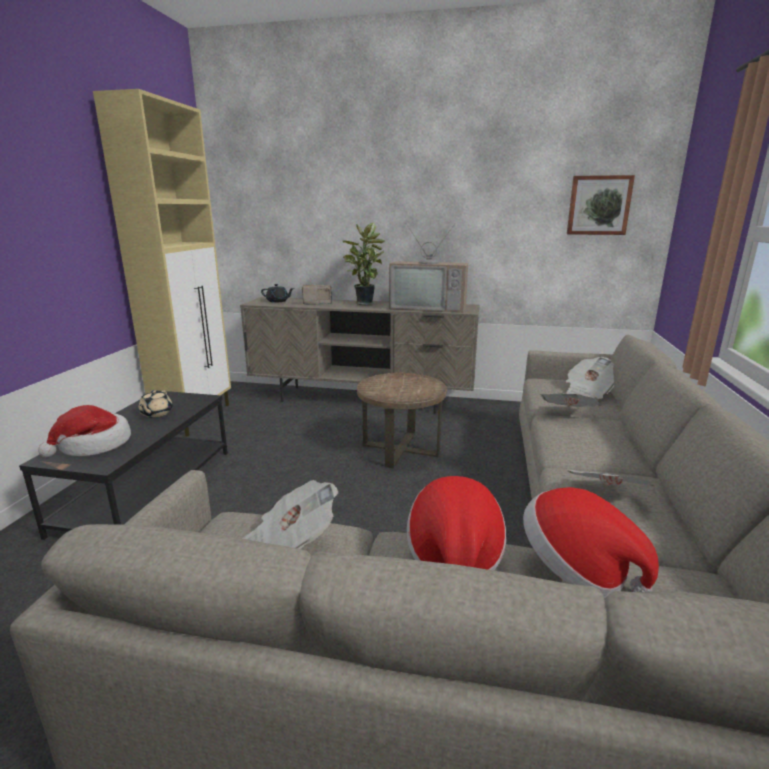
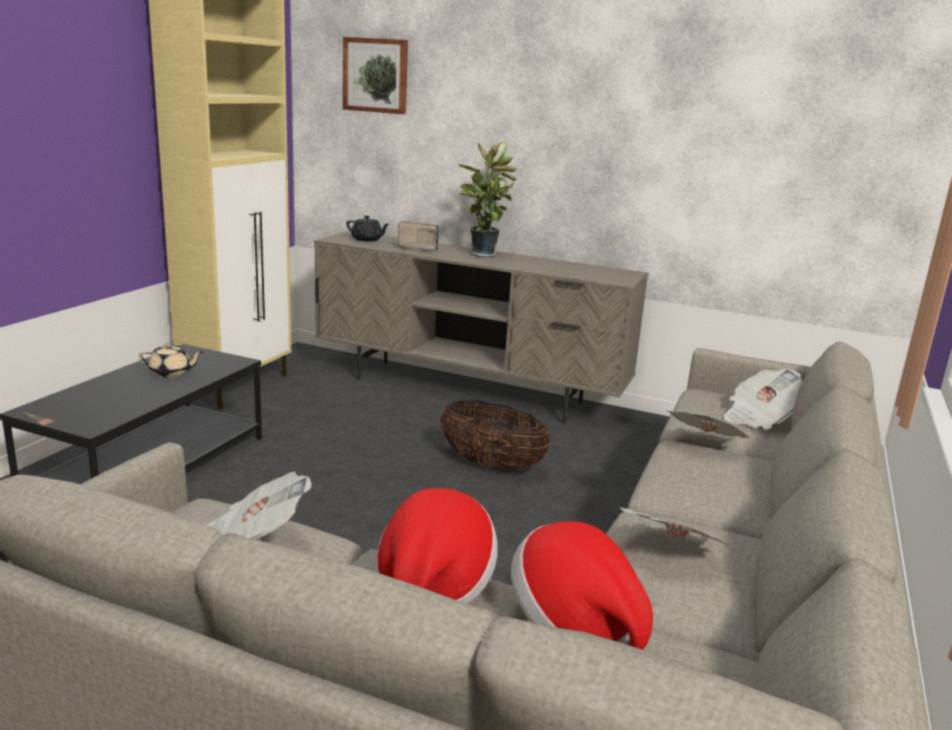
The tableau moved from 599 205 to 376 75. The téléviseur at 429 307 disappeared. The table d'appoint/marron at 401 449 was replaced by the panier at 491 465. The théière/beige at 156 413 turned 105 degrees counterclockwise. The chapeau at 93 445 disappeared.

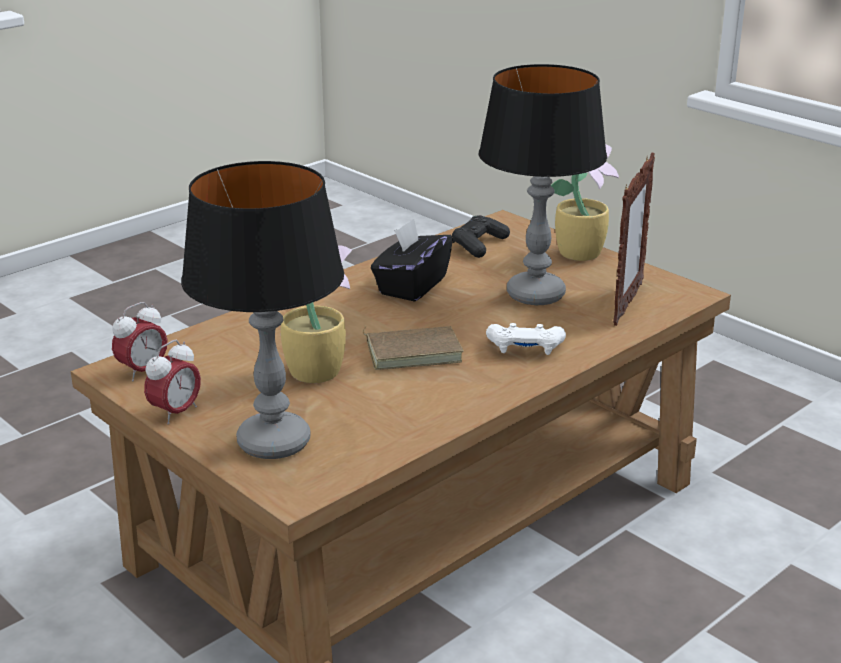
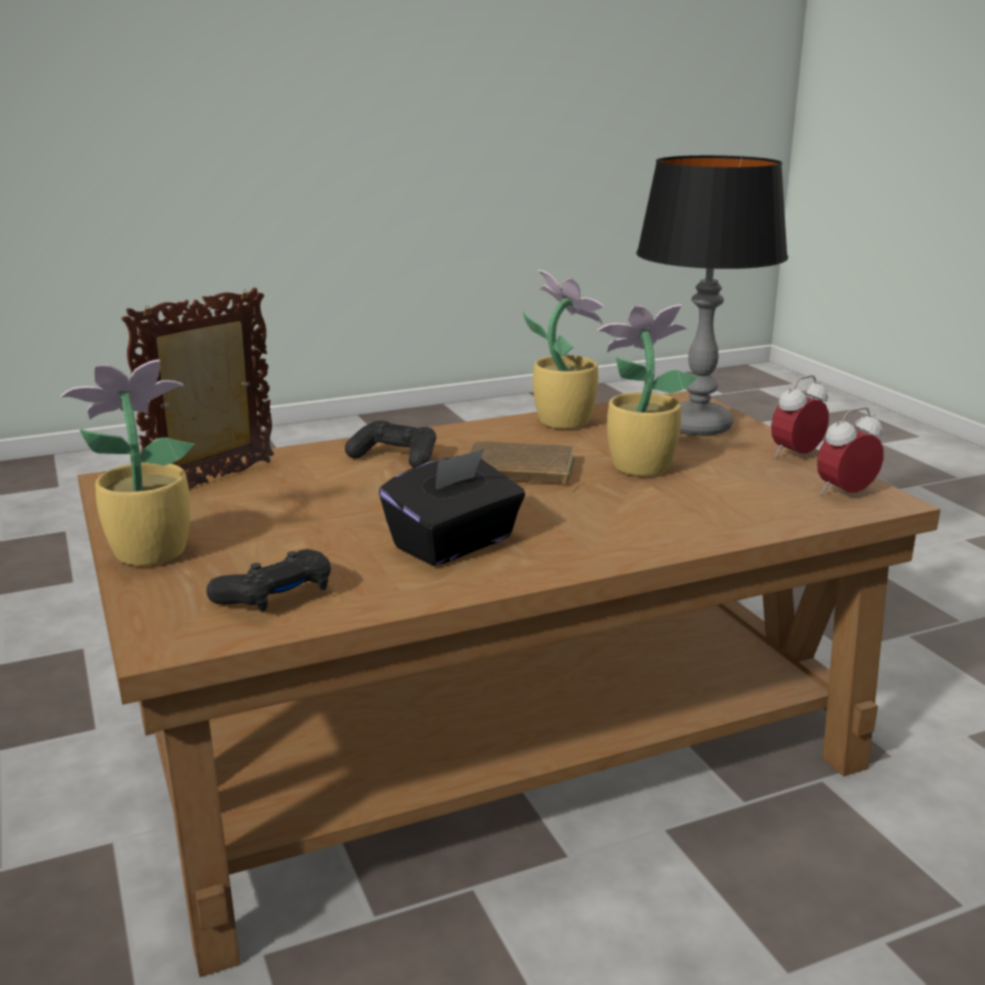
The lampe de table at 535 294 disappeared. The manette/blanc at 525 348 became the manette/noir at 395 457. The plante en pot at 563 421 appeared.

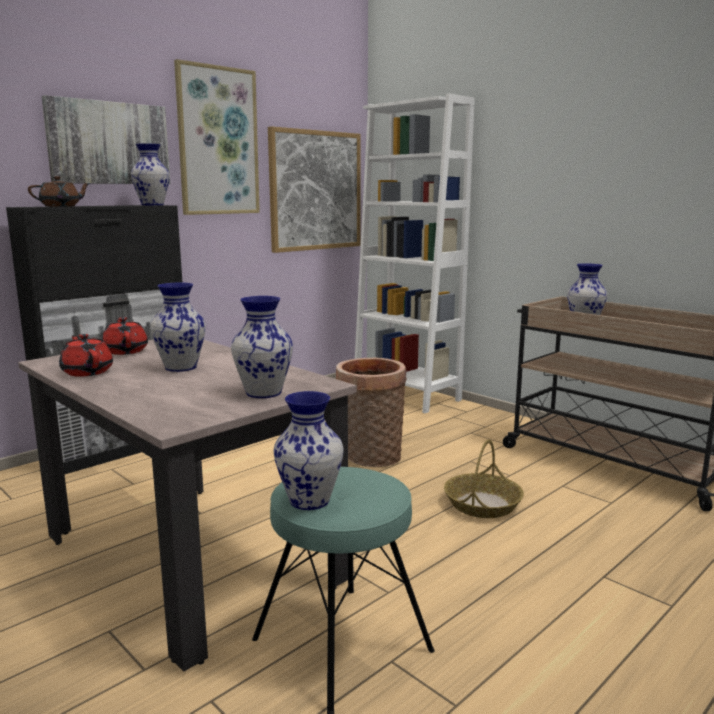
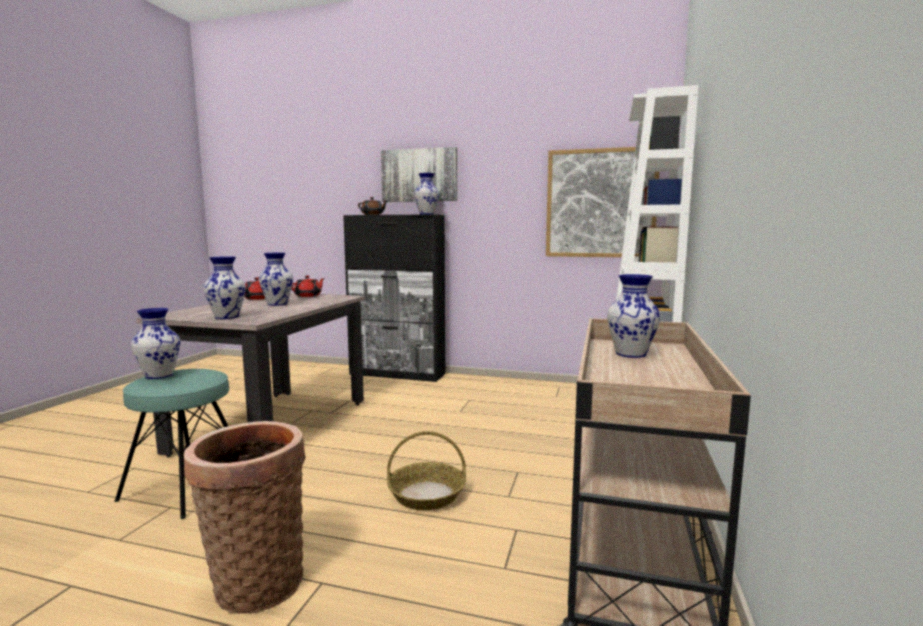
The tableau at 218 141 disappeared. The panier moved from 370 458 to 255 581.

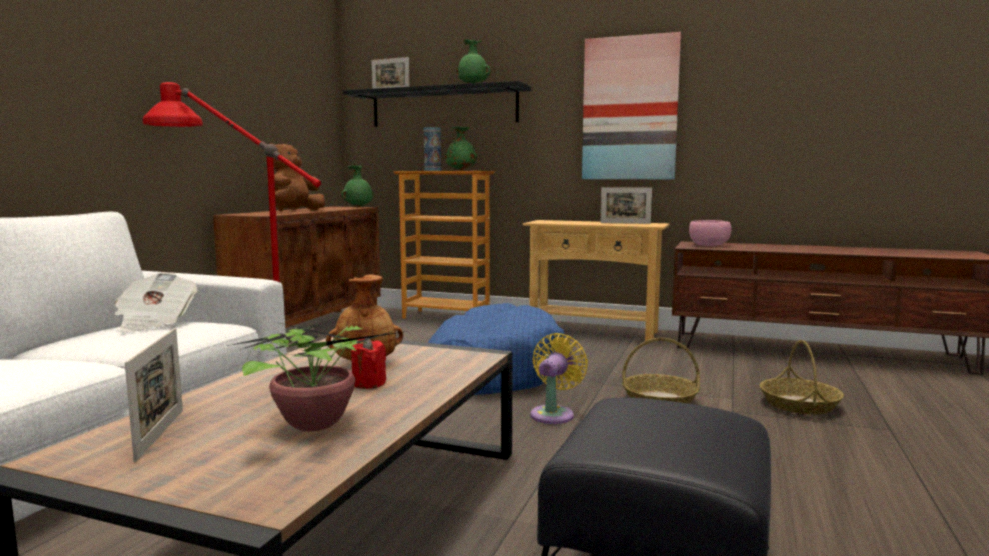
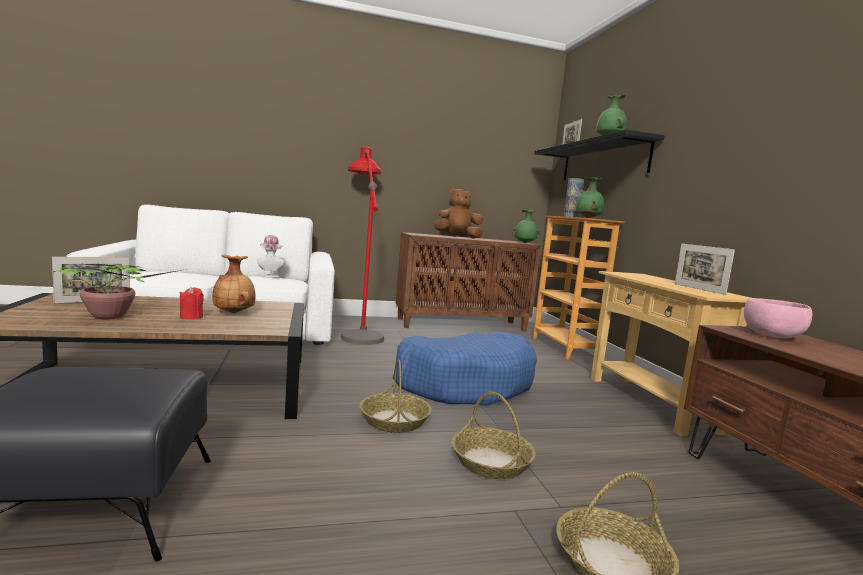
The tableau at 630 109 disappeared. The journal at 155 322 was replaced by the chapeau at 270 276. The ventilateur/jaune at 554 414 was replaced by the panier at 394 420.

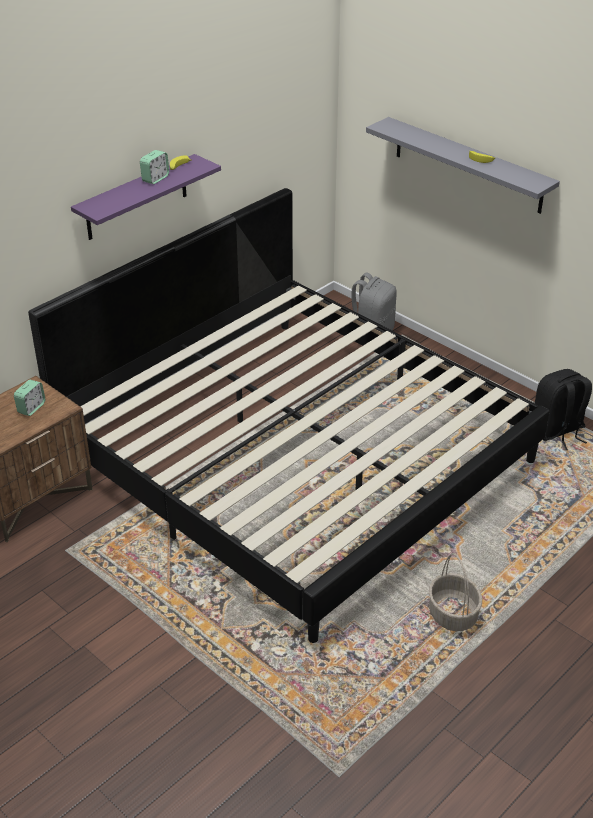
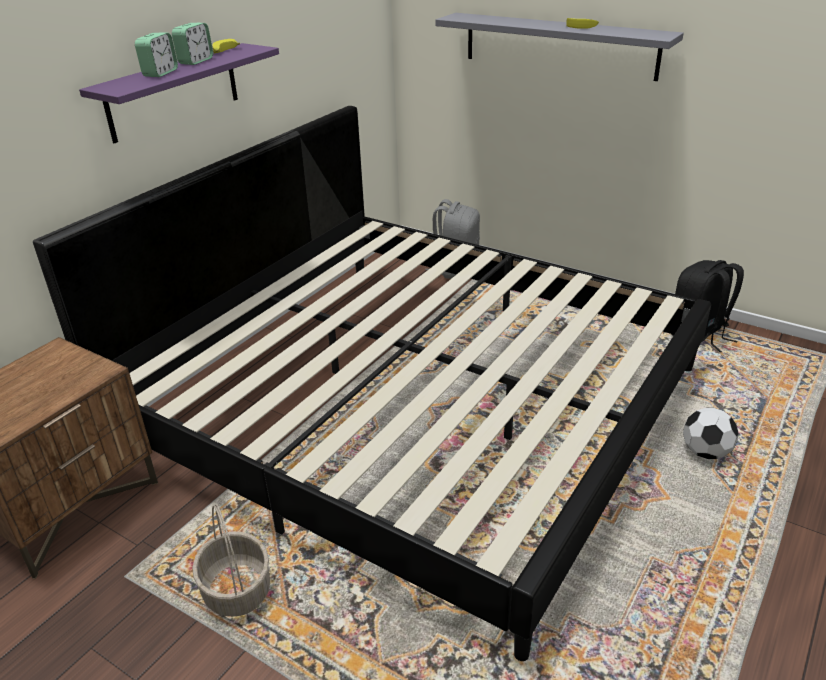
The réveil moved from 31 408 to 160 73. The panier moved from 452 614 to 236 590. The ballon de foot at 705 452 appeared.

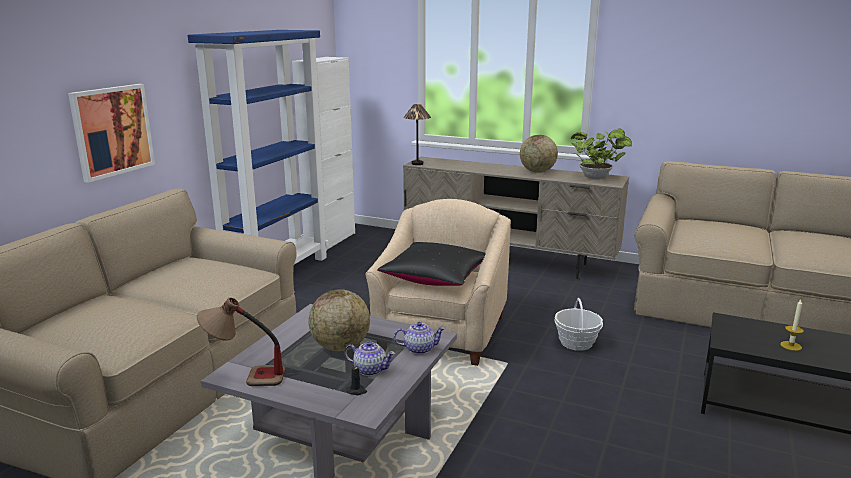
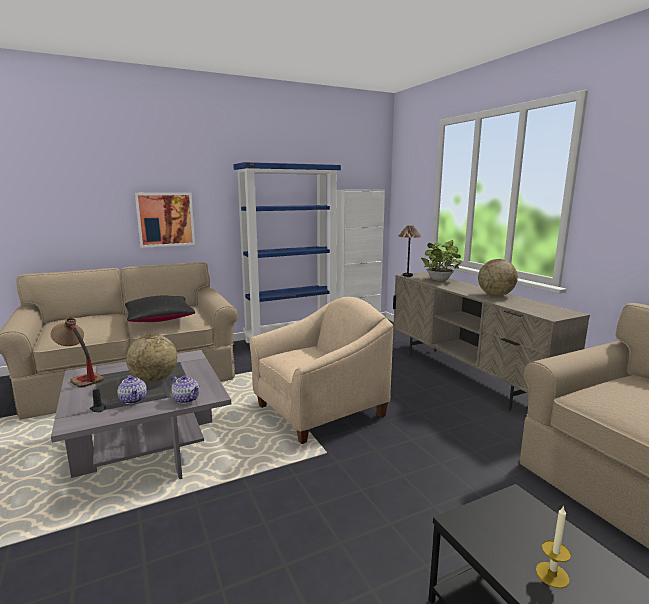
The plante en pot moved from 597 178 to 440 280. The coussin/noir moved from 435 277 to 159 319. The panier at 576 343 disappeared.

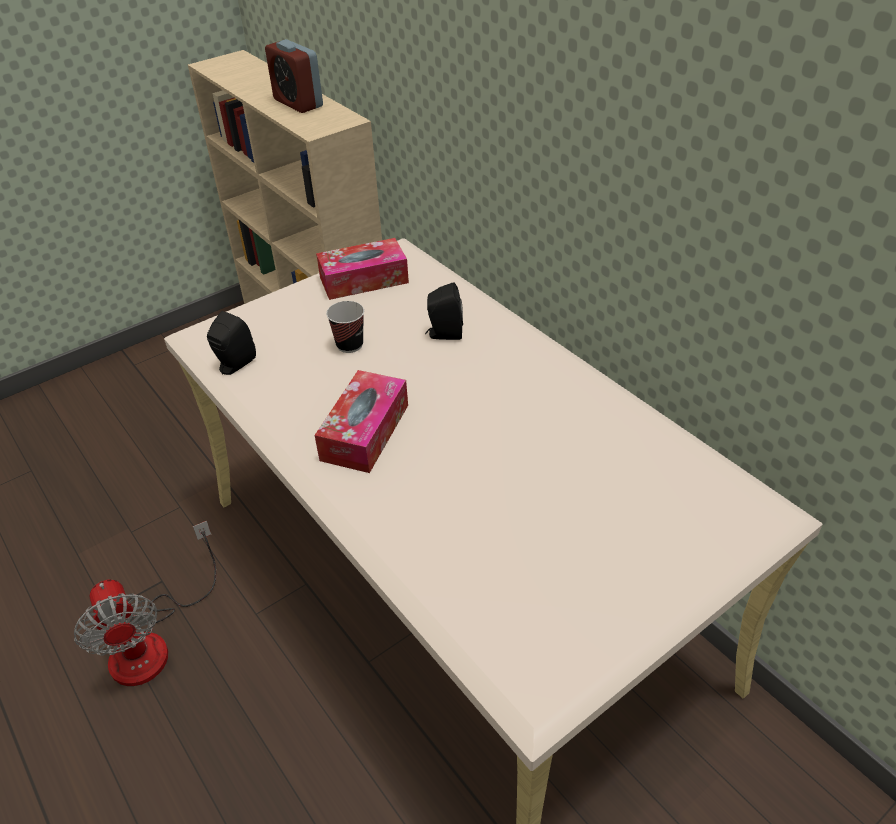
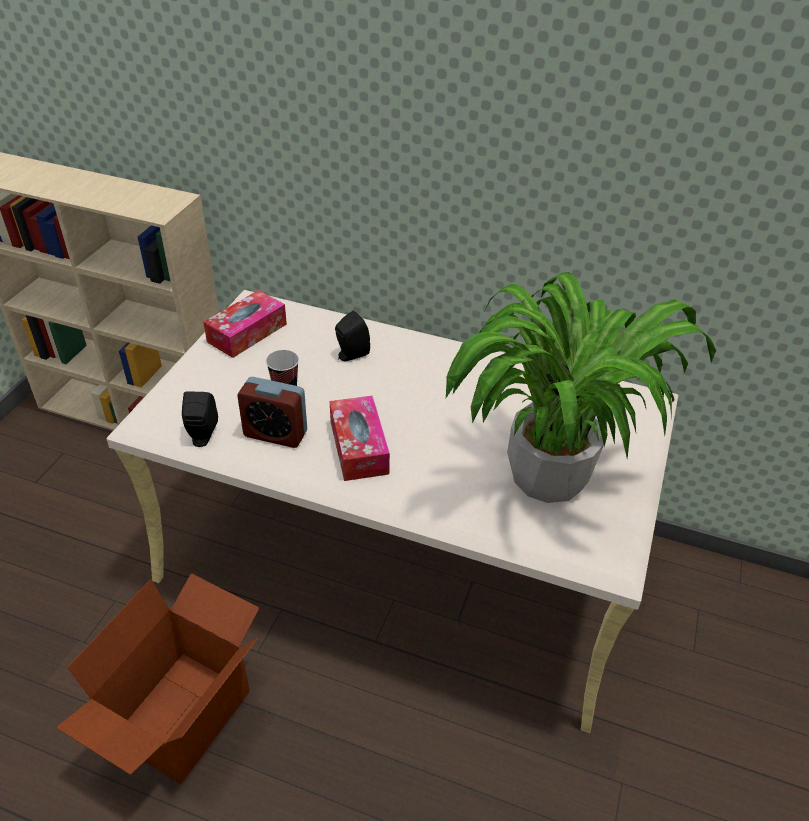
The réveil moved from 298 103 to 275 434. The ventilateur at 153 641 was replaced by the carton at 183 716. The plante en pot at 549 475 appeared.

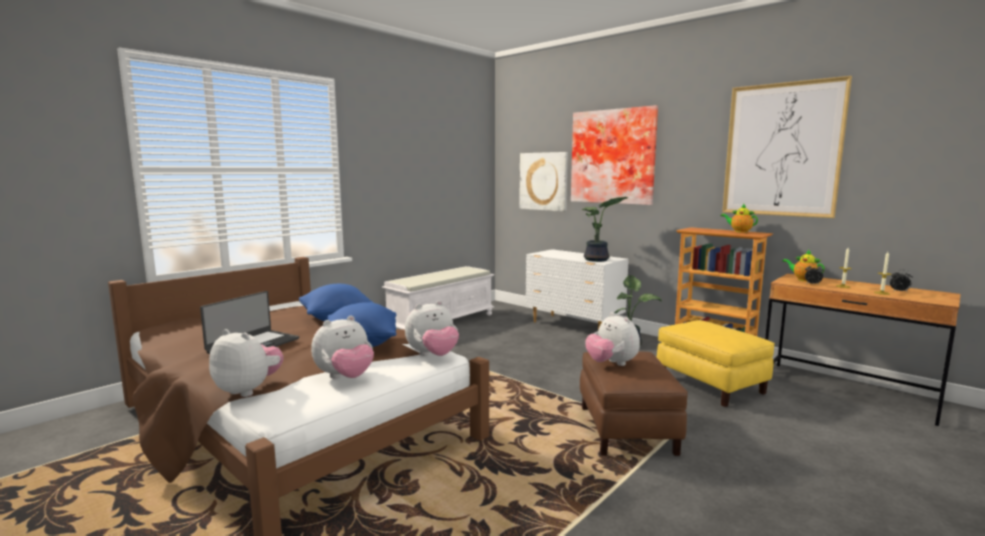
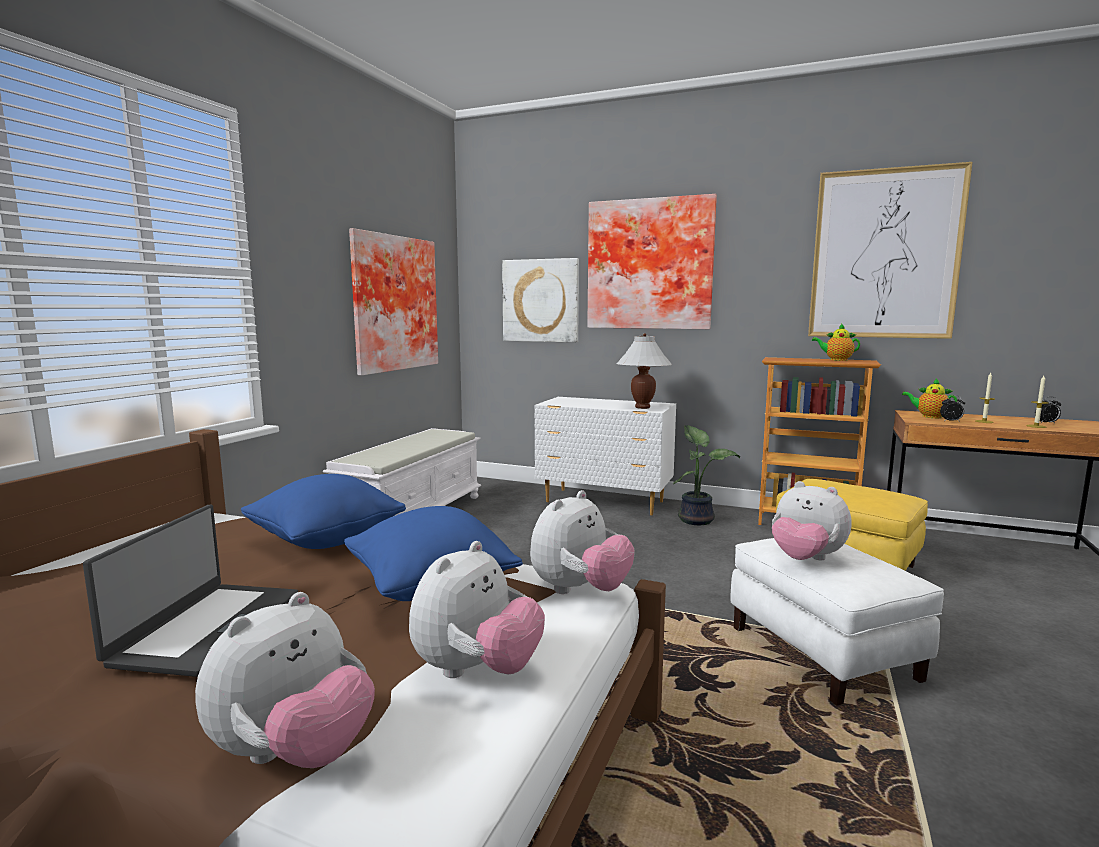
The plante en pot at 597 260 was replaced by the lampe de table/blanc at 642 407. The peluche at 249 390 turned 120 degrees clockwise. The pouf/marron at 627 430 became the pouf/blanc at 824 653. The tableau at 392 303 appeared.

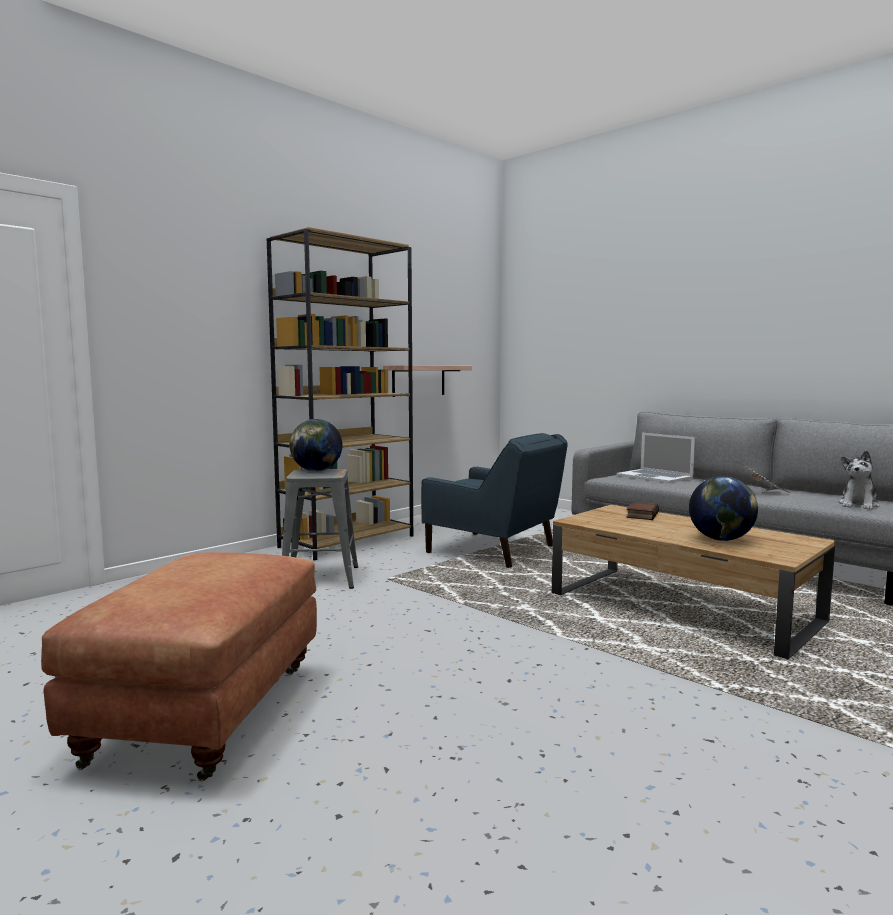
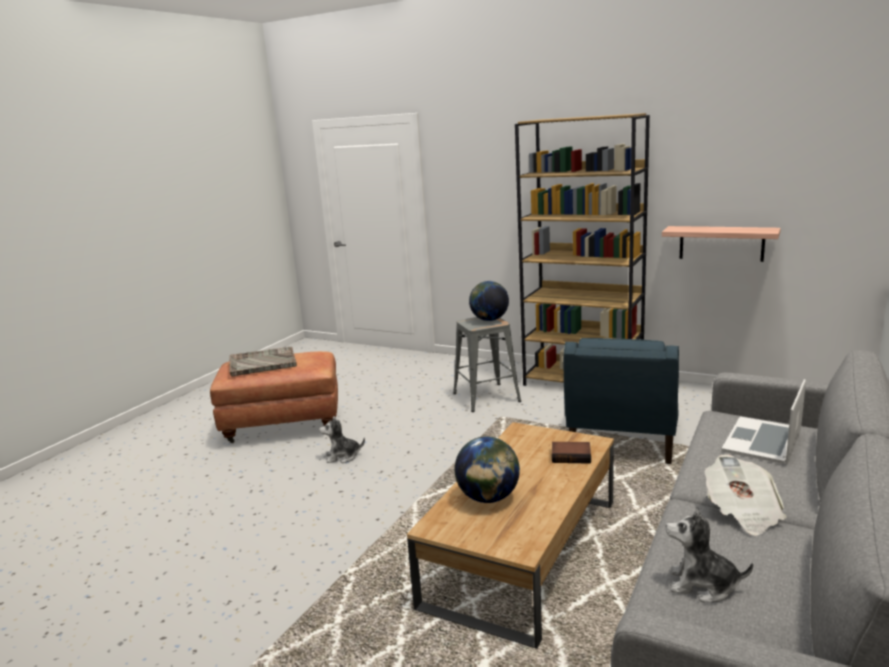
The plateau/gris at 262 363 appeared. The peluche at 342 457 appeared.

